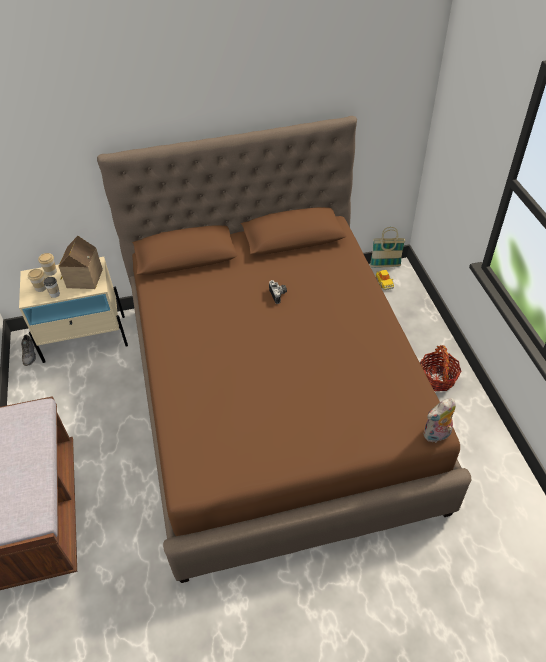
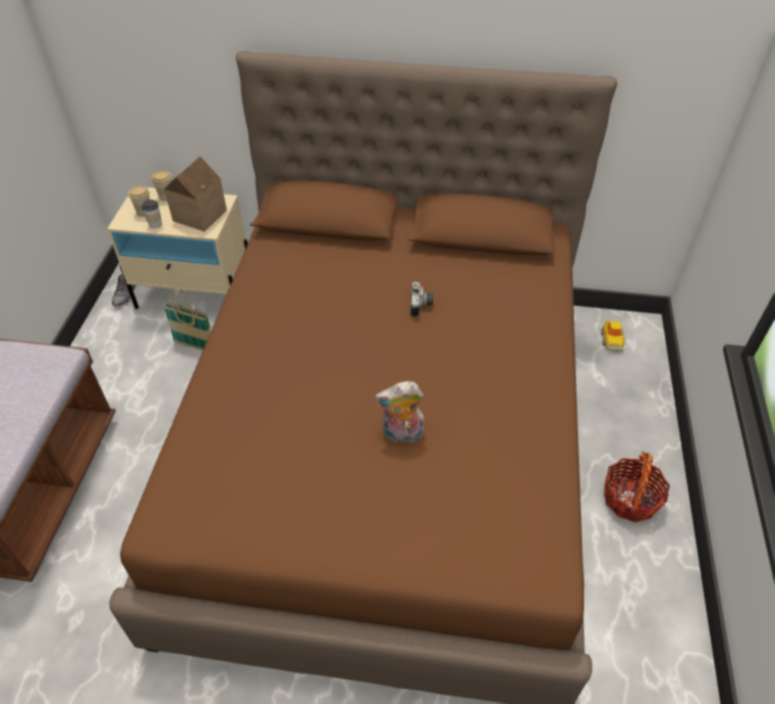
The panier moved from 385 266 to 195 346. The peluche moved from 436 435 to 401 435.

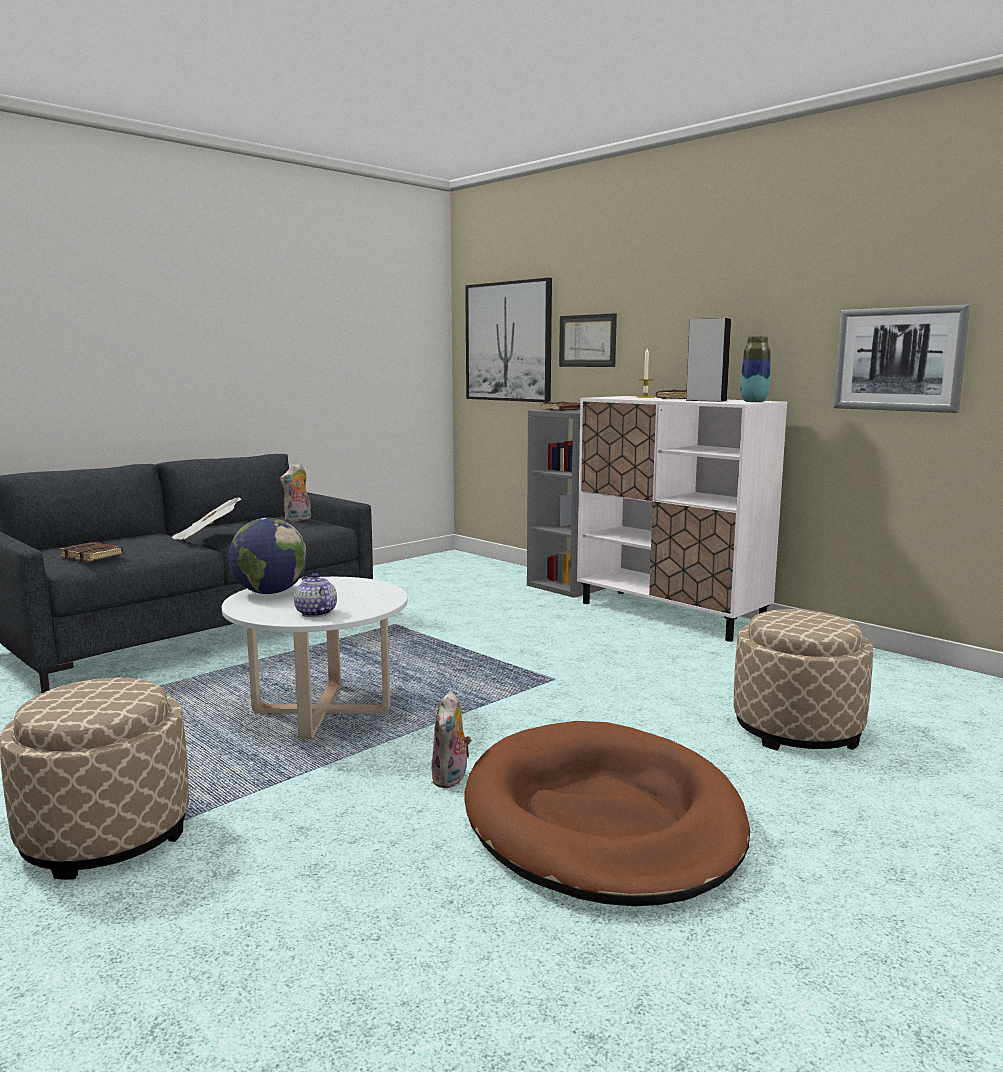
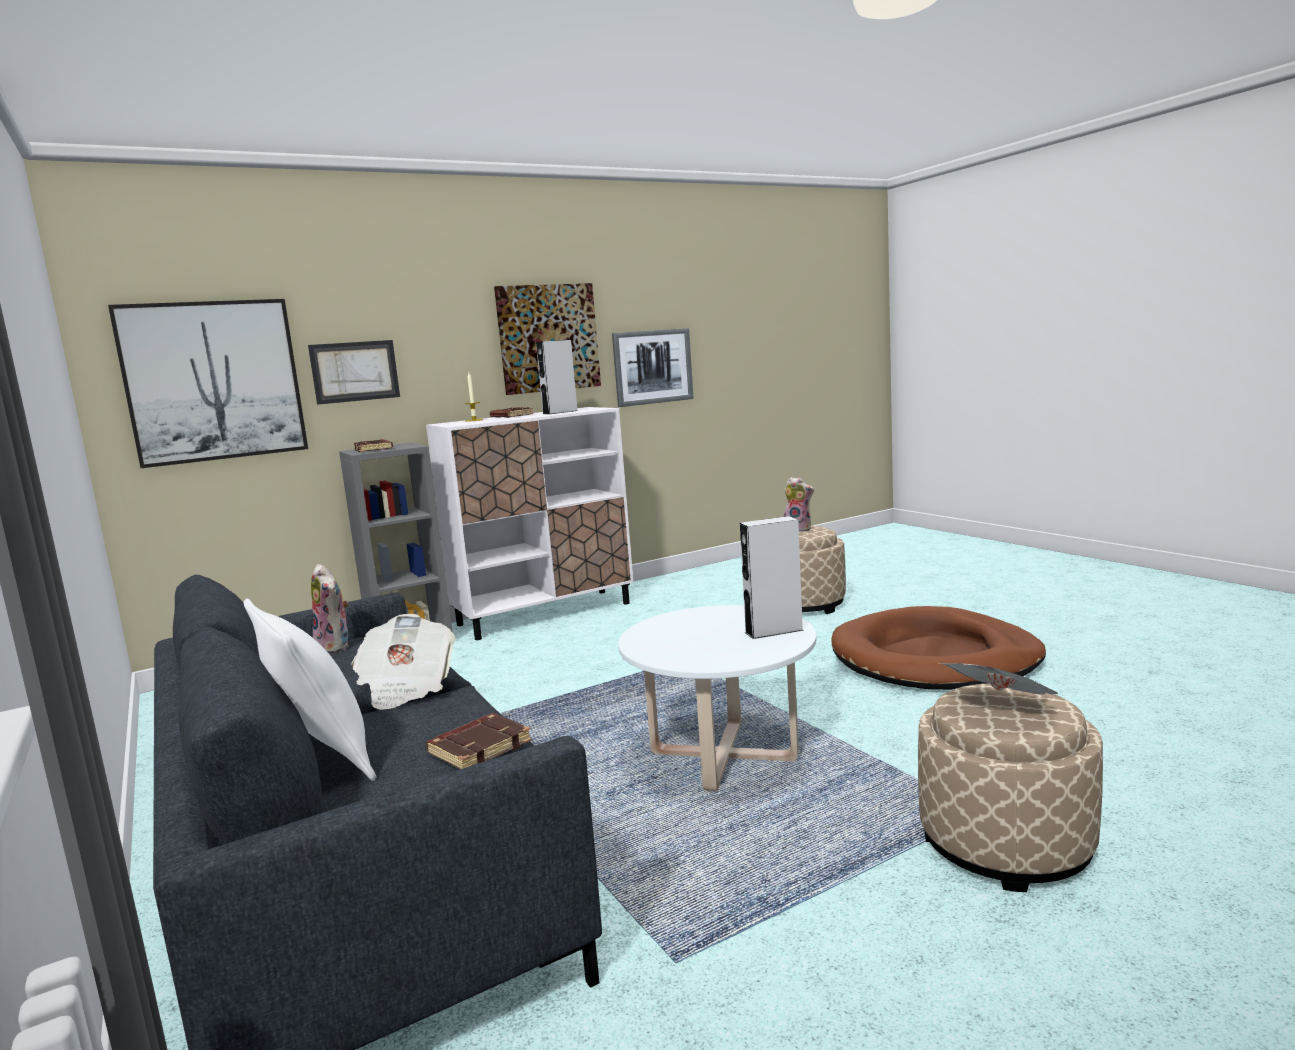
The vase at 754 401 disappeared. The globe at 270 592 disappeared. The théière at 315 613 was replaced by the enceinte/gris at 774 631. The peluche moved from 451 779 to 799 529. The tableau at 548 338 appeared. The coussin/blanc at 323 757 appeared. The journal at 1001 708 appeared.

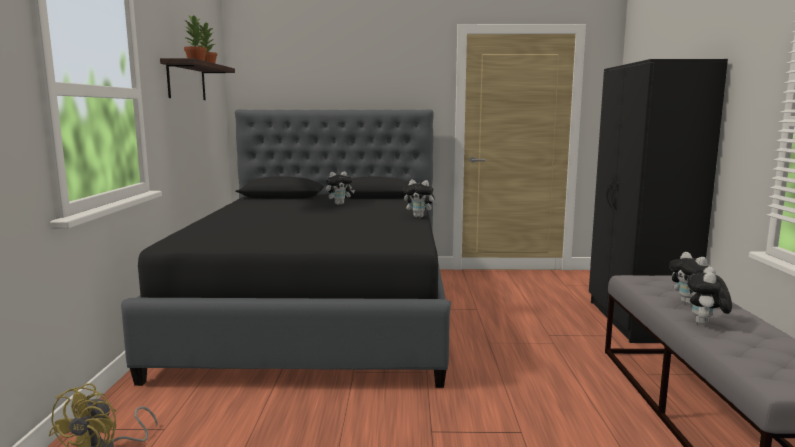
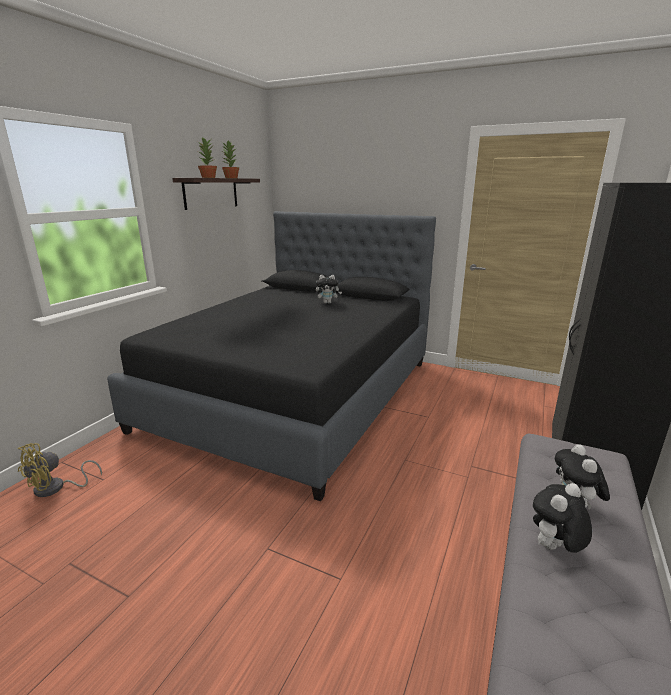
The peluche at 420 216 disappeared.

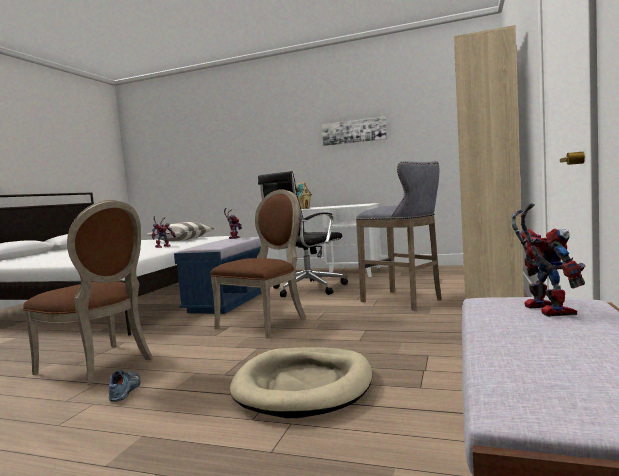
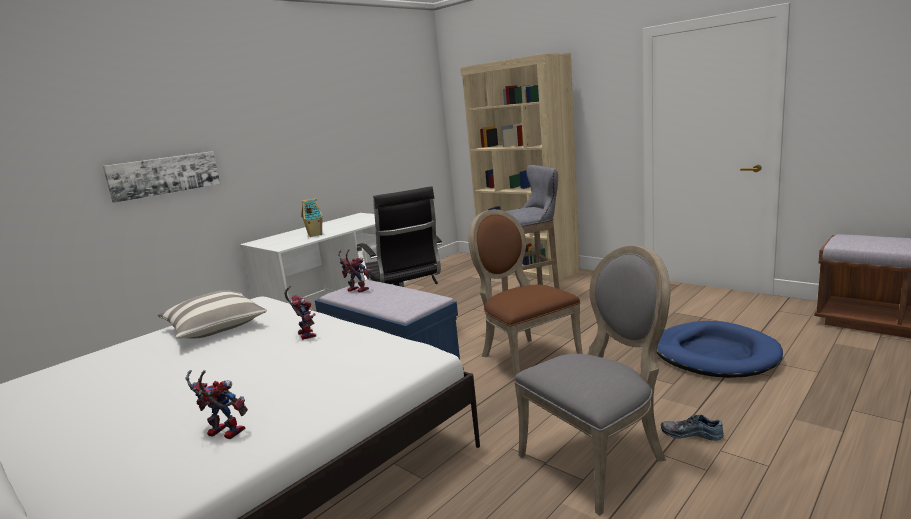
The tableau moved from 354 131 to 164 175. The chaise/marron at 101 365 became the chaise/gris at 598 458. The robot jouet moved from 542 309 to 221 433. The panier pour chien/beige at 304 386 became the panier pour chien/bleu at 714 354.

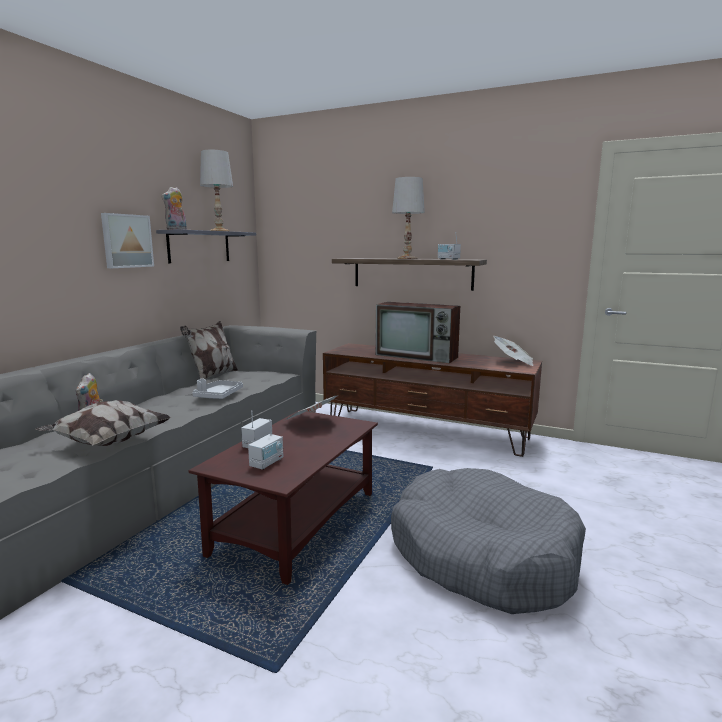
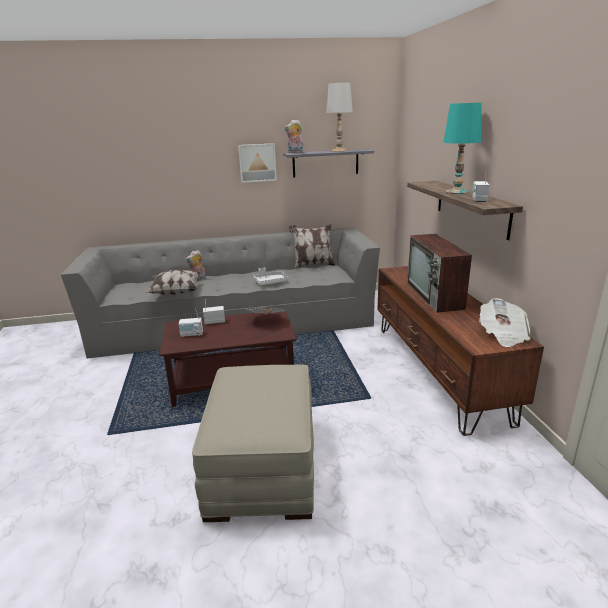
The lampe de table/blanc at 407 258 became the lampe de table/turquoise at 457 192. The panier pour chien/gris at 482 555 was replaced by the pouf/beige at 263 465.

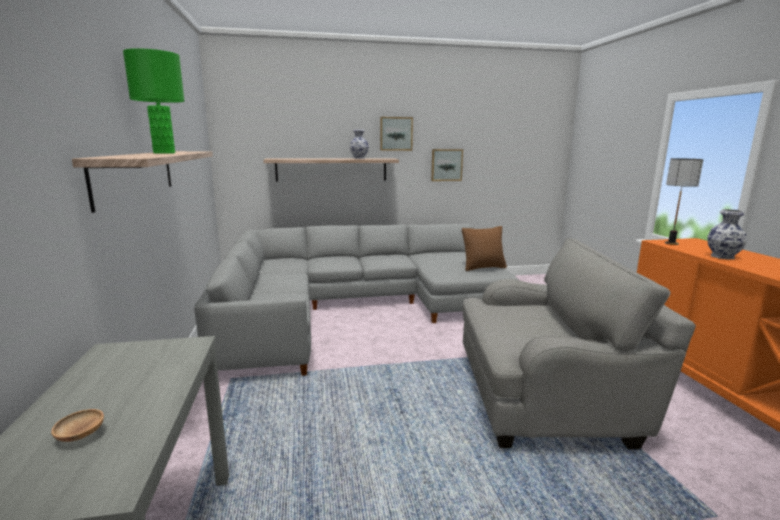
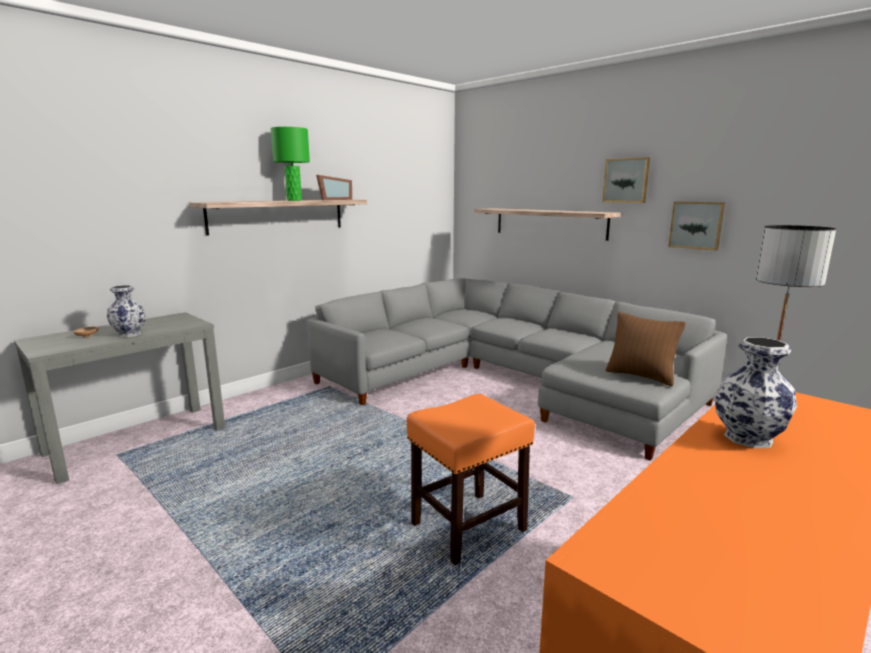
The vase moved from 359 158 to 128 334. The fauteuil/gris at 546 396 was replaced by the tabouret/orange at 467 527. The cadre photo at 333 199 appeared.

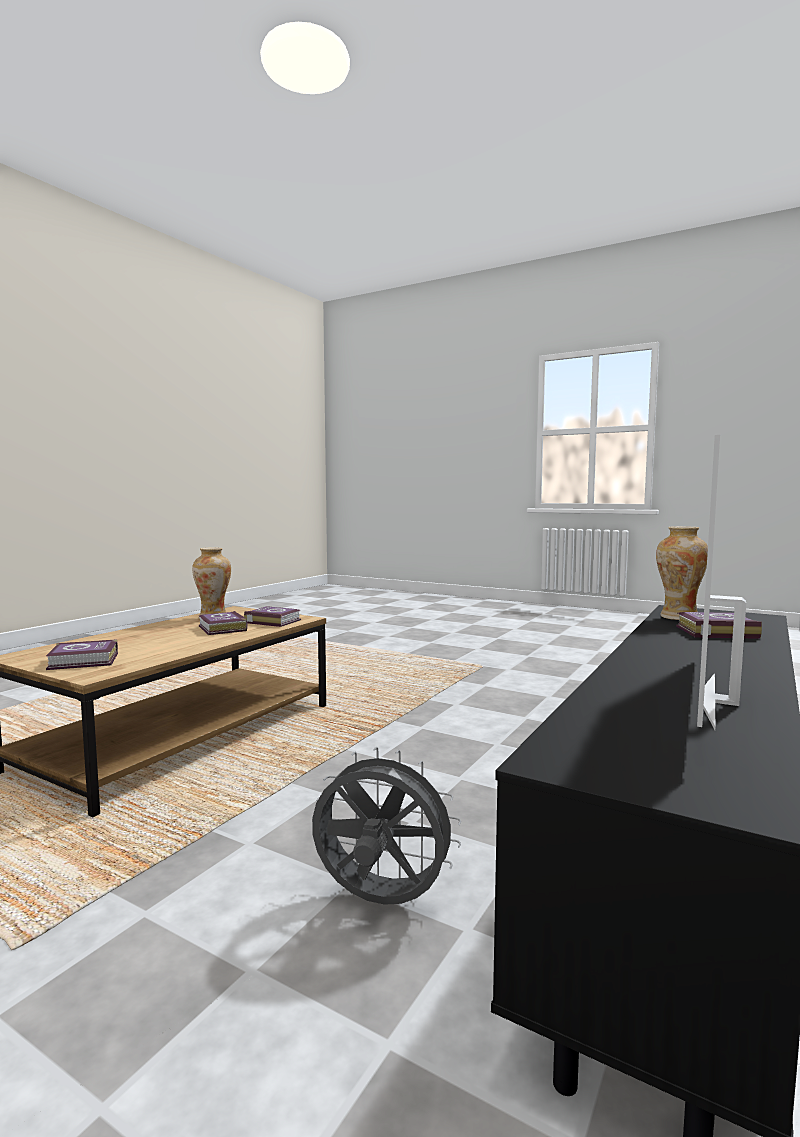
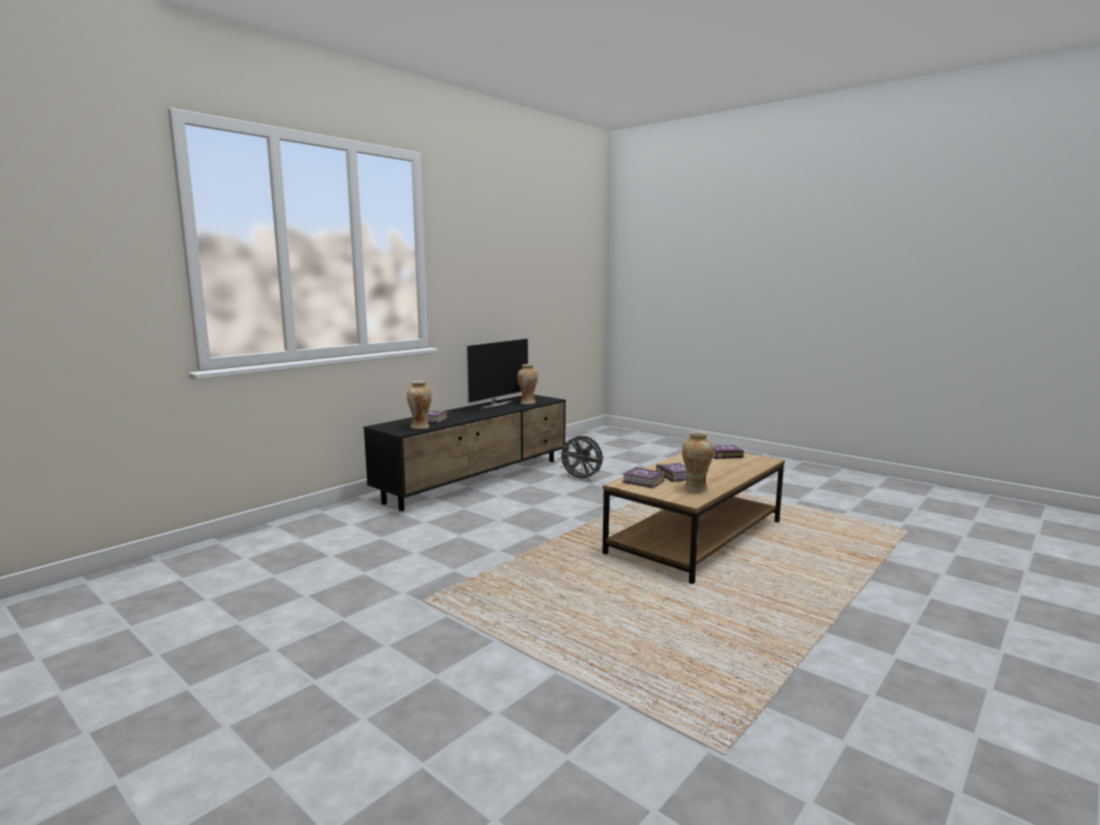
The vase at 528 403 appeared.

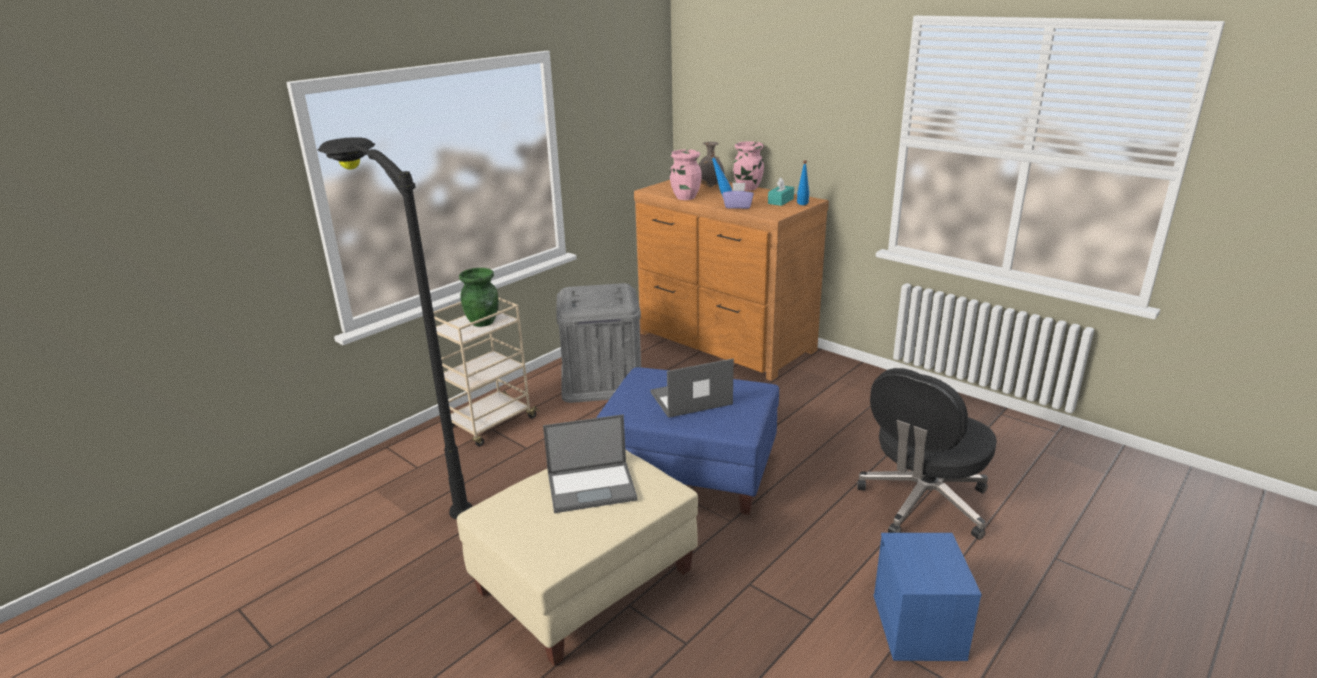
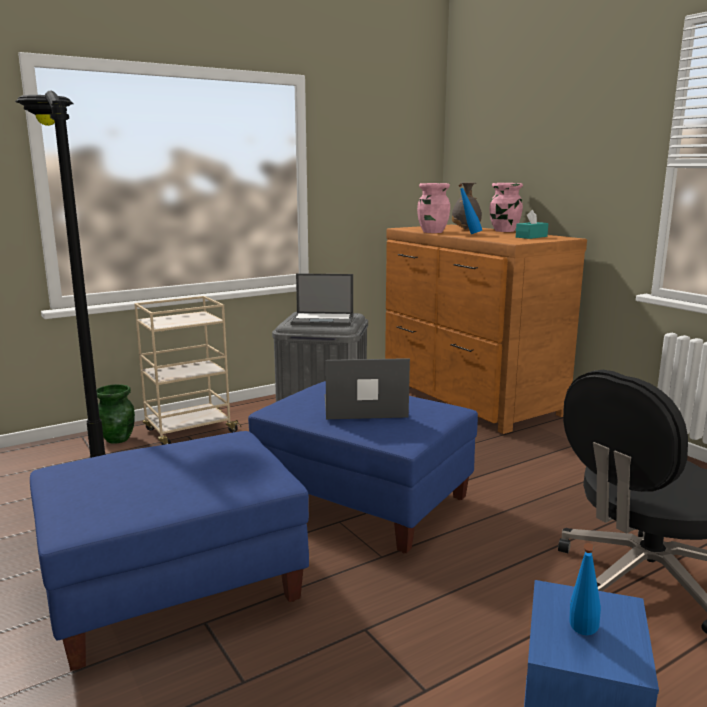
The bouteille/bleu moved from 802 205 to 581 637. The boîte à mouchoirs/violet at 738 206 disappeared. The vase/vert moved from 483 322 to 118 439. The ordinateur portable moved from 592 486 to 323 320. The pouf/beige at 585 582 became the pouf/bleu at 173 588.

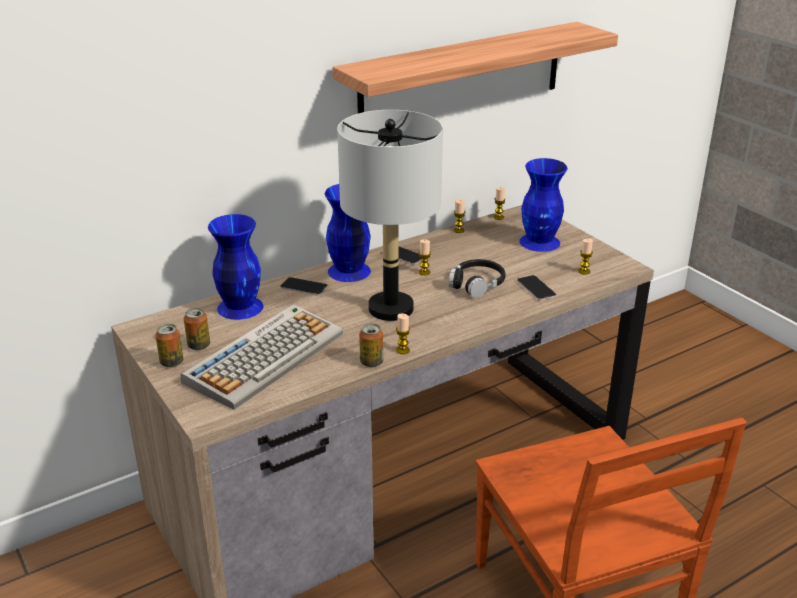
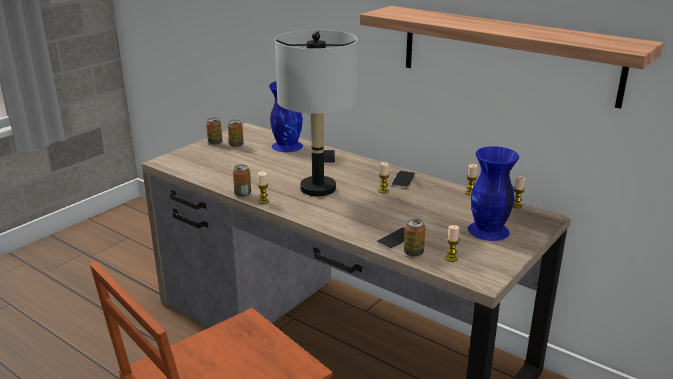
The vase/bleu at 348 271 disappeared. The casque audio/noir at 477 284 disappeared. The clavier at 265 356 disappeared. The boîte métallique at 413 253 appeared.

